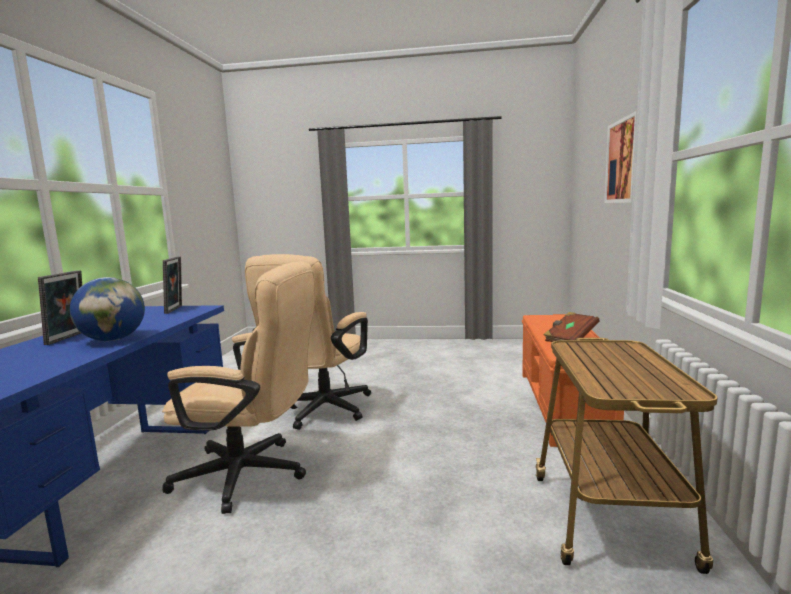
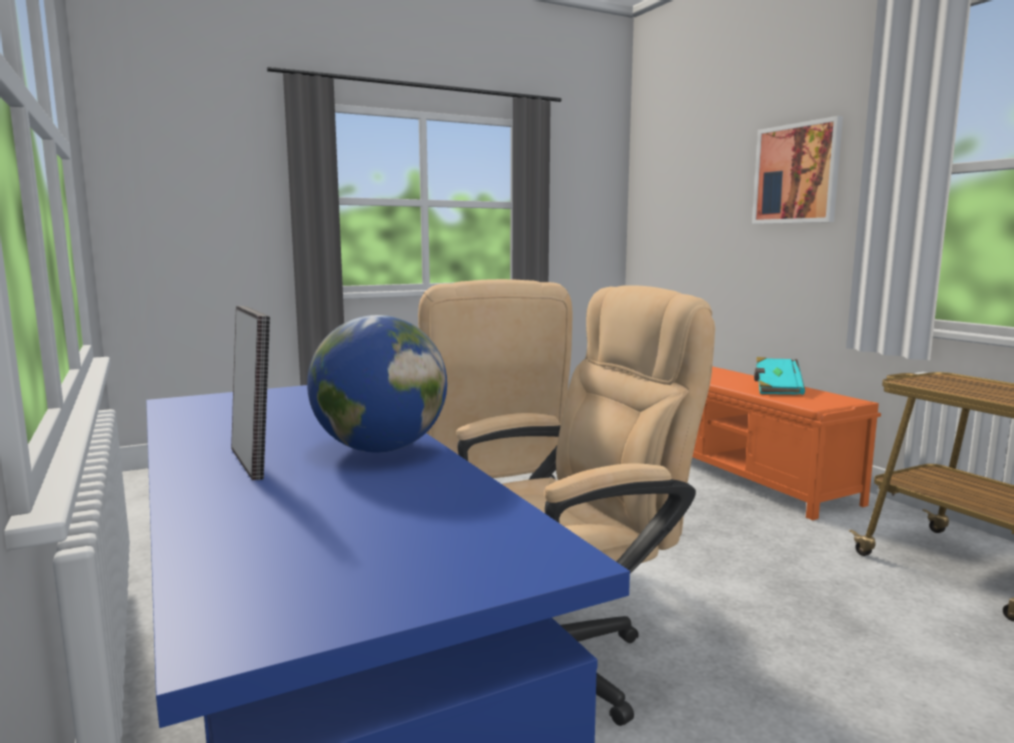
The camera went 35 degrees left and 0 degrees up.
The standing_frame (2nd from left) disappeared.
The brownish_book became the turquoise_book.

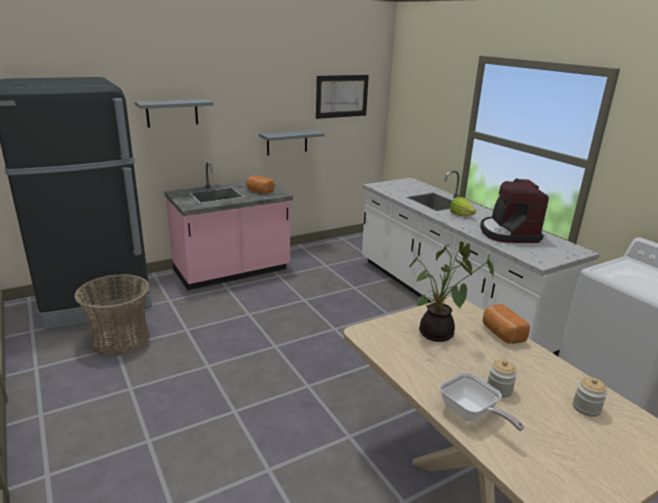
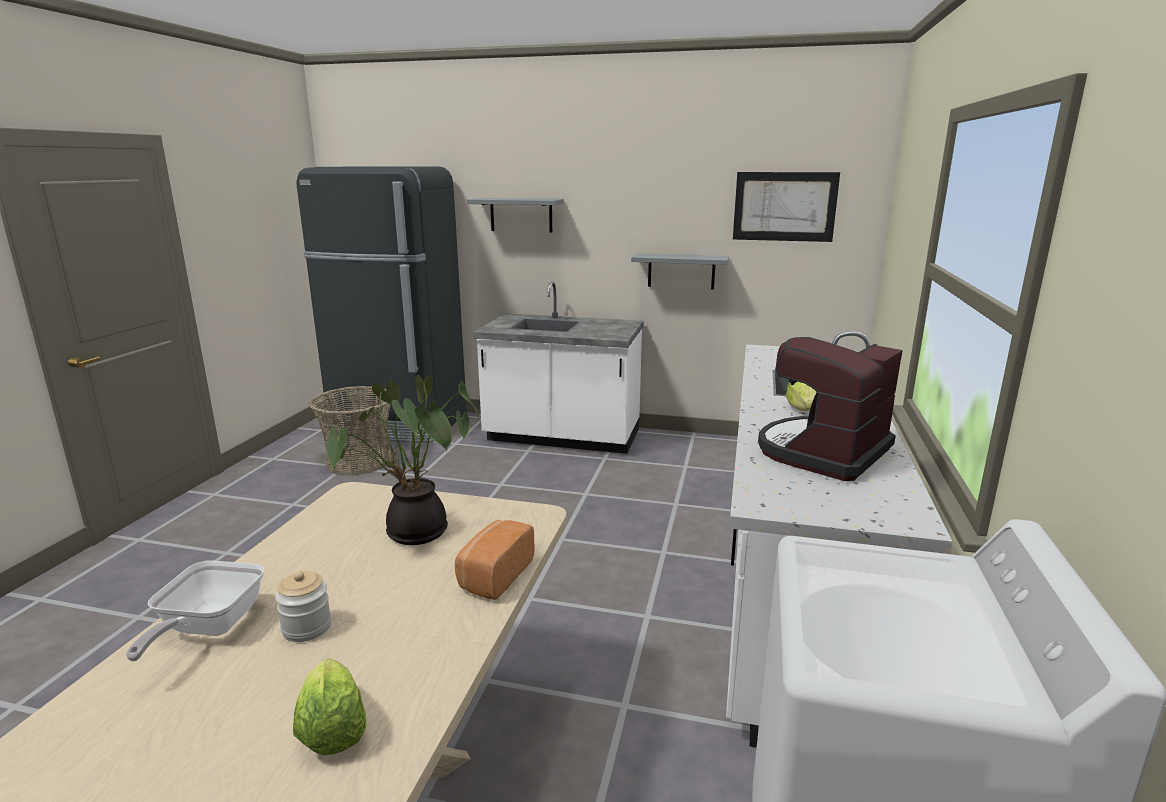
The camera went 45 degrees right and 5 degrees down.
The pinkish_counter became the white-coloured_counter (1st from left).
The baked_bread (1st from left) disappeared.
The jar (2nd from left) was replaced by the head_of_lettuce (1st from left).

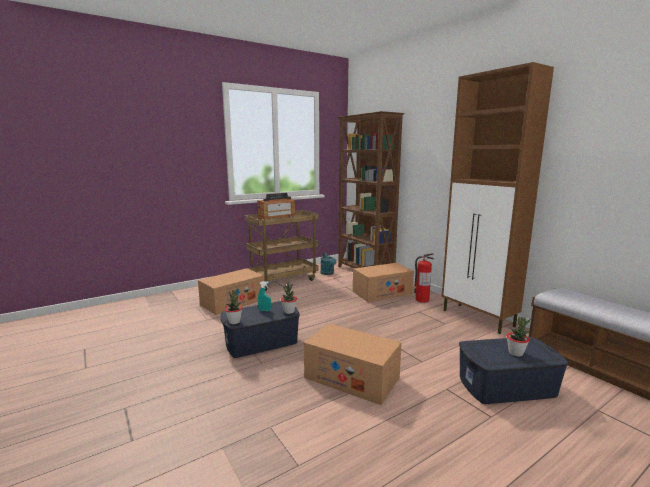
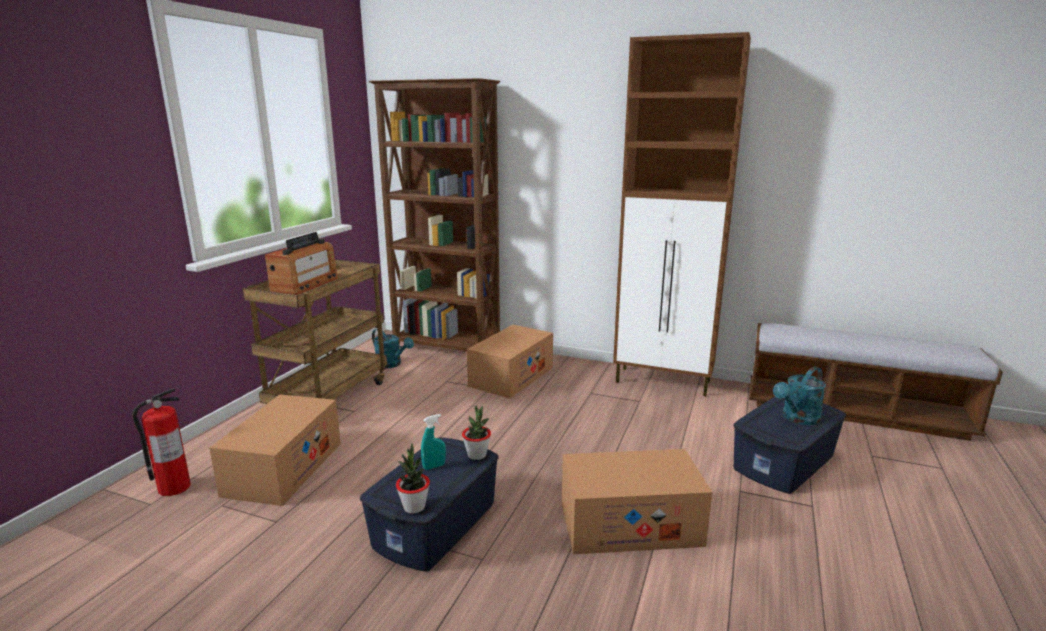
The camera went 35 degrees left and 5 degrees up.
The fire-fighting_cylinder moved.
The potted_plant (3rd from left) was replaced by the turquoise_sprinkling_can (2nd from left).

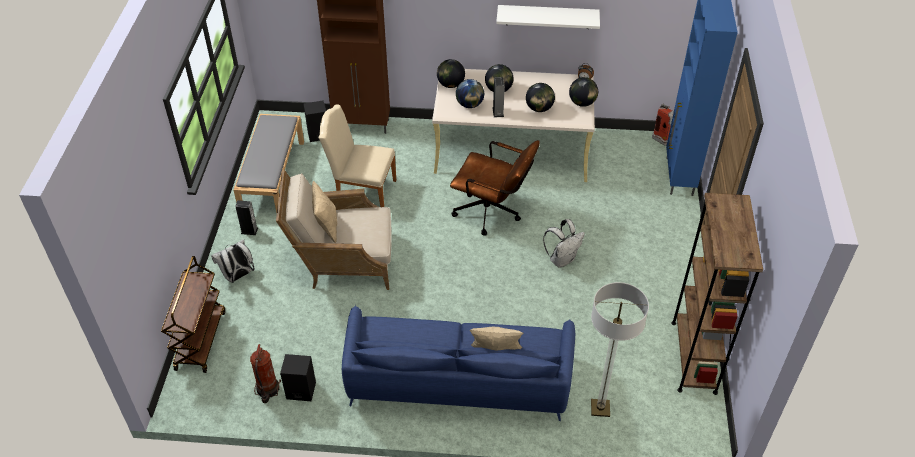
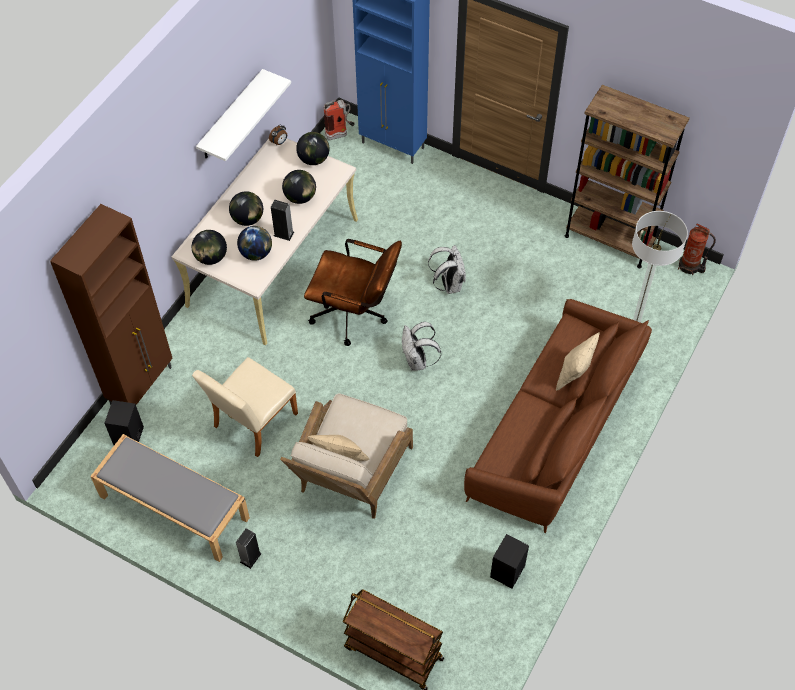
The camera went 65 degrees left and 10 degrees up.
The white-coloured_knapsack (1st from left) moved.
The fire-fighting_cylinder (1st from left in the first image) moved.
The blue_couch became the brownish_couch.
The brownish_desk_chair turned 60 degrees clockwise.

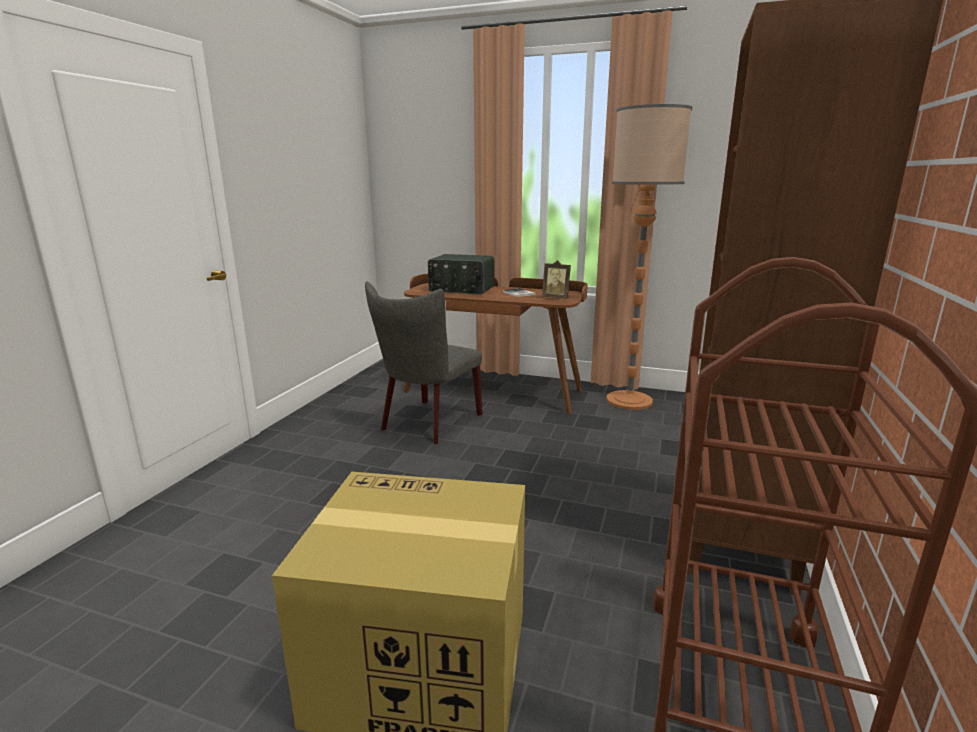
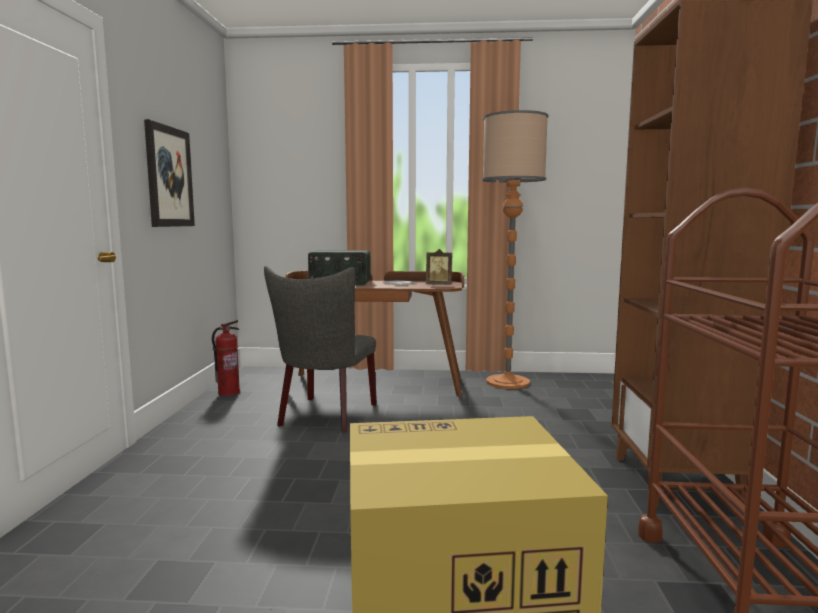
The camera went 15 degrees left and 10 degrees down.
The picture appeared.
The fire-fighting_cylinder appeared.

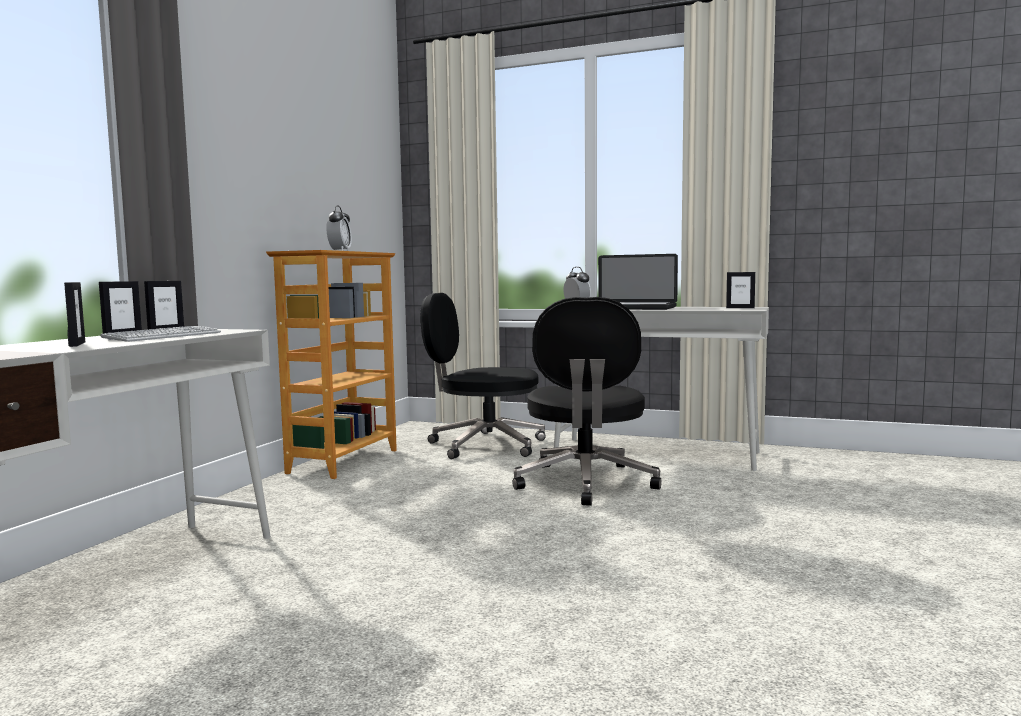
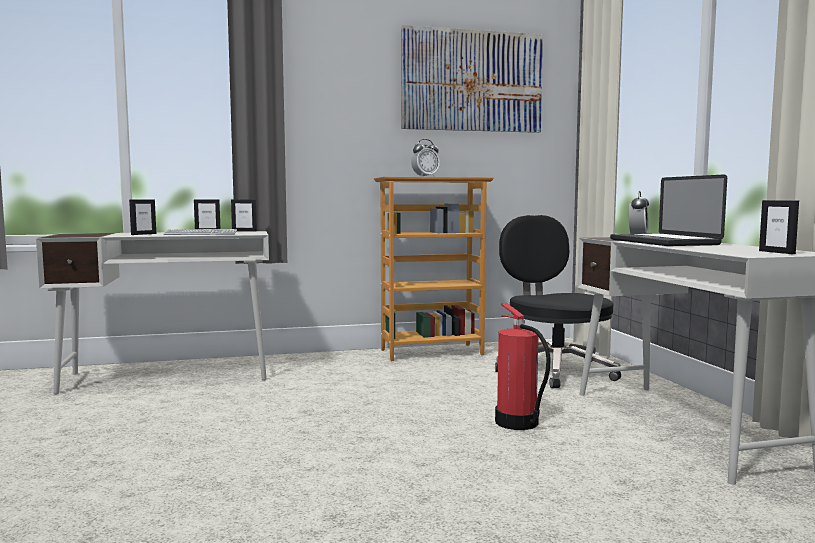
The camera went 55 degrees right and 0 degrees up.
The black_desk_chair (2nd from left) was replaced by the fire-fighting_cylinder.
The picture appeared.

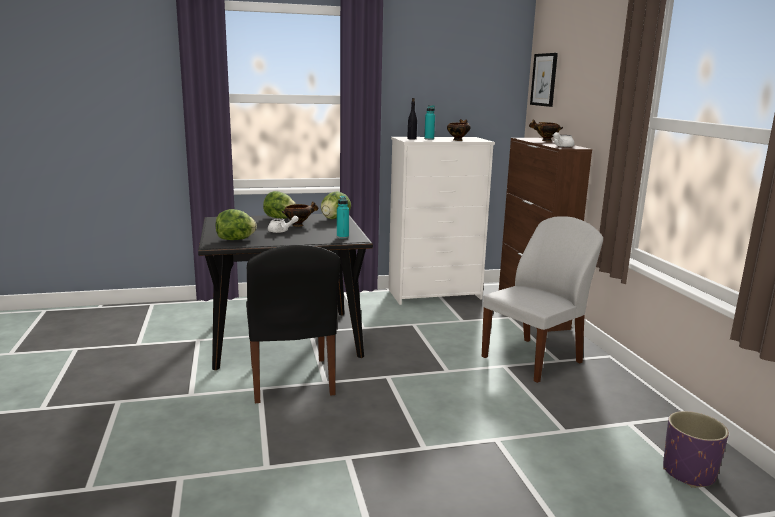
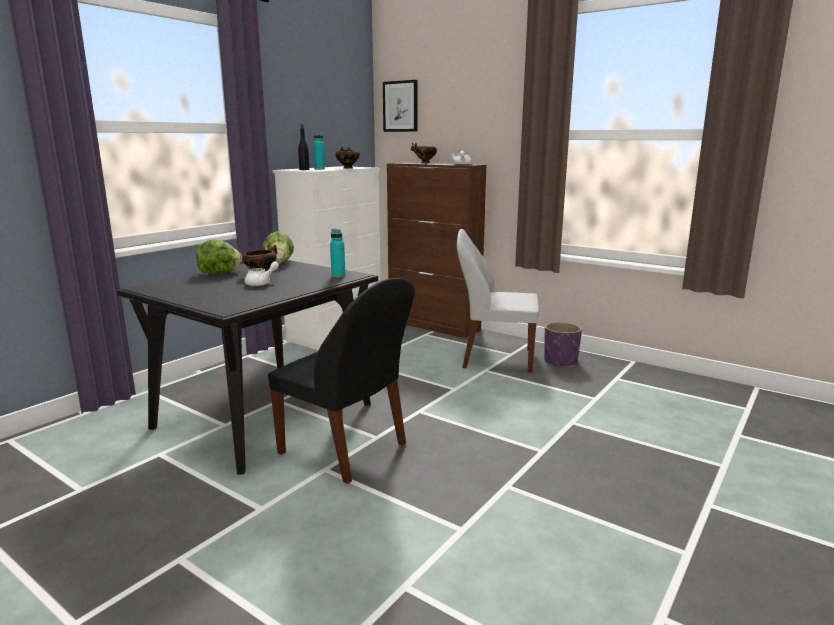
The camera went 40 degrees left and 0 degrees up.
The head_of_lettuce (1st from left) disappeared.
The white-coloured_upright_chair turned 90 degrees counterclockwise.
The purplish_plant_pot moved.

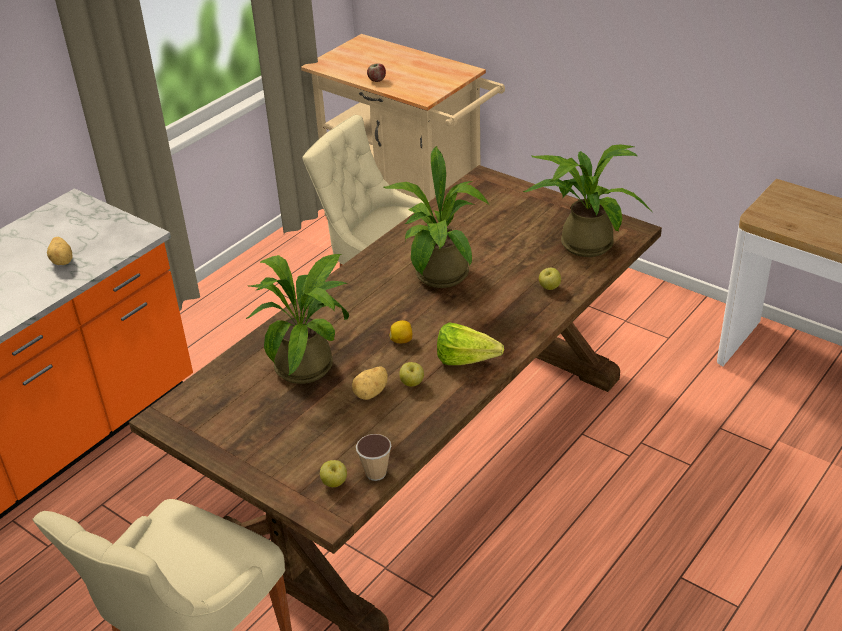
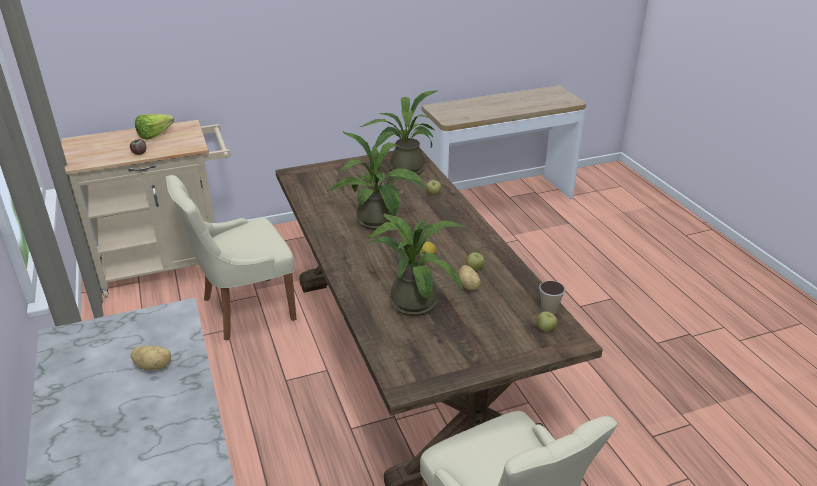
The camera went 60 degrees left and 5 degrees down.
The head_of_lettuce moved.

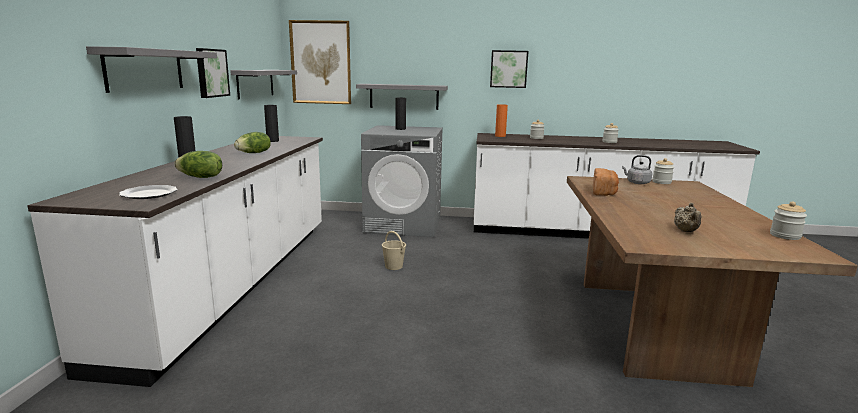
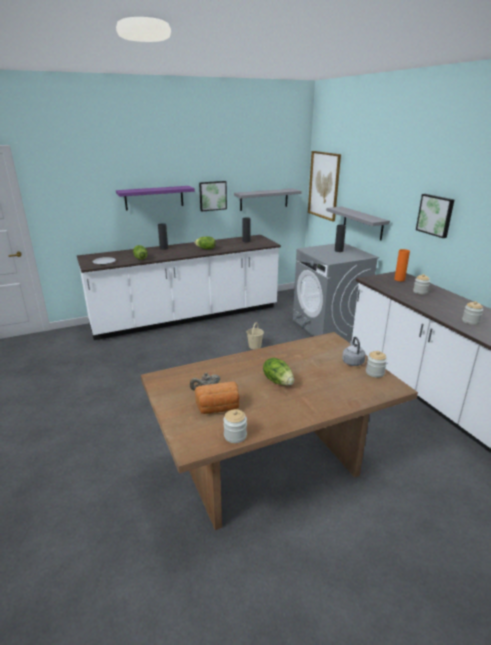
The camera went 60 degrees right and 10 degrees up.
The greyish_bracket_shelf (1st from left) became the purplish_bracket_shelf.
The baked_bread moved.
The head_of_lettuce (3rd from left) appeared.

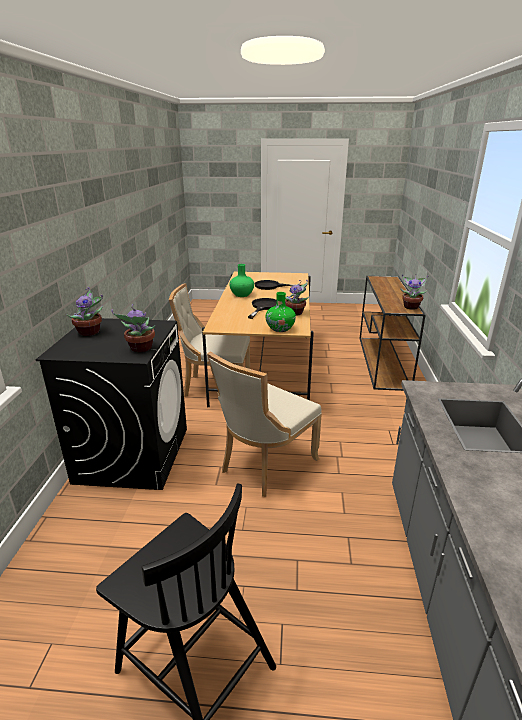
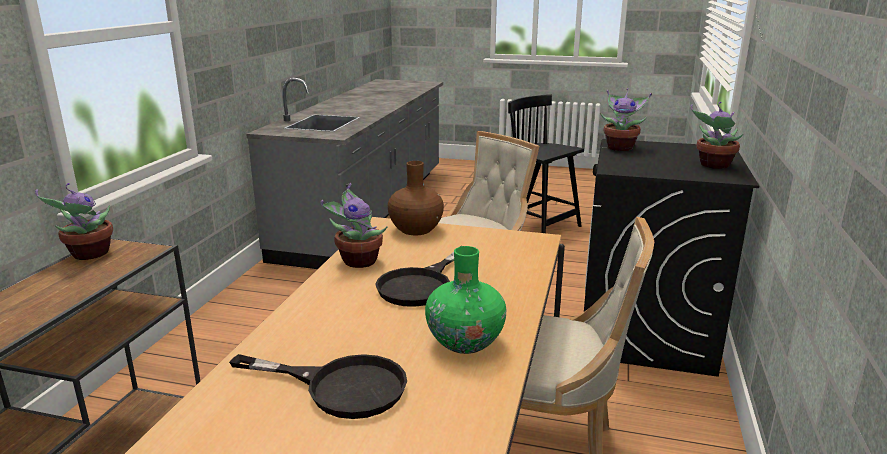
The camera went 170 degrees left and 5 degrees down.
The green-coloured_decorative_vase (2nd from left) became the brownish_decorative_vase.

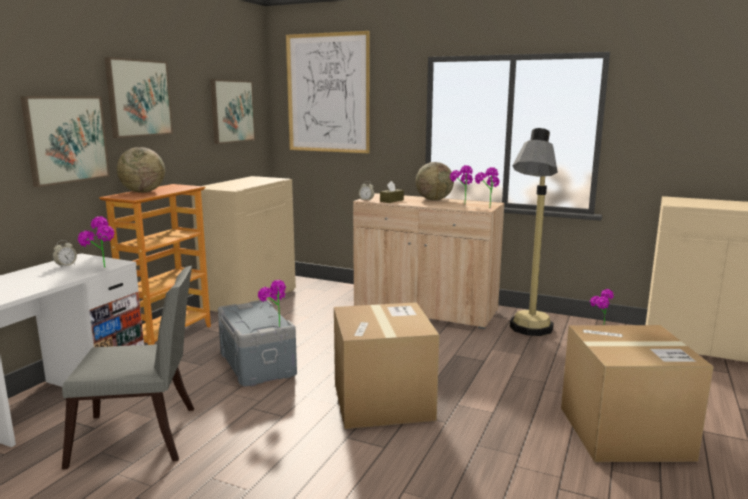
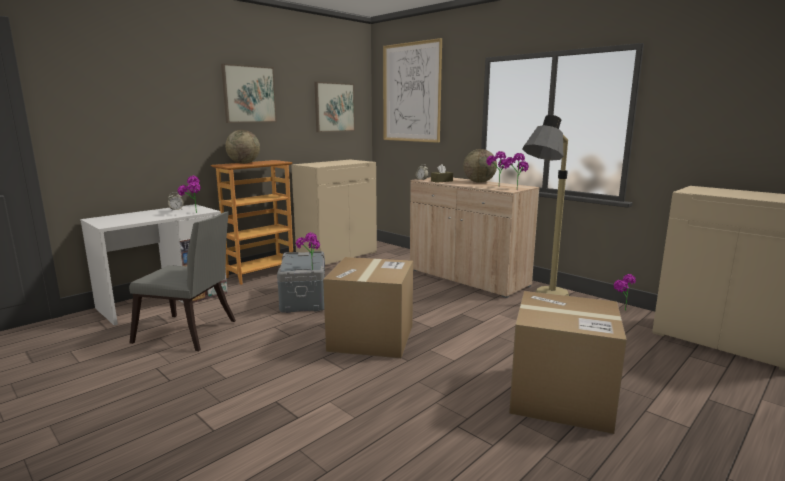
The camera went 20 degrees right and 0 degrees up.
The picture (1st from left) disappeared.

